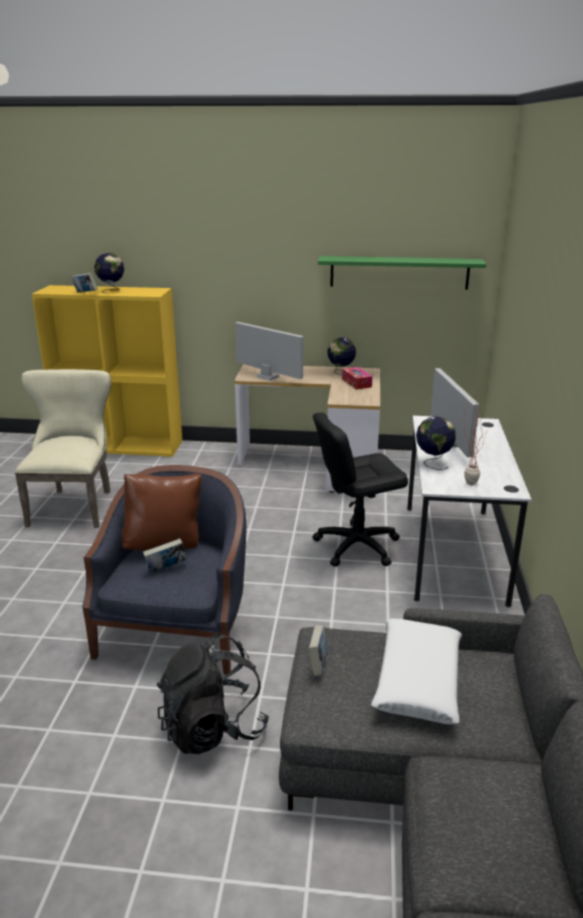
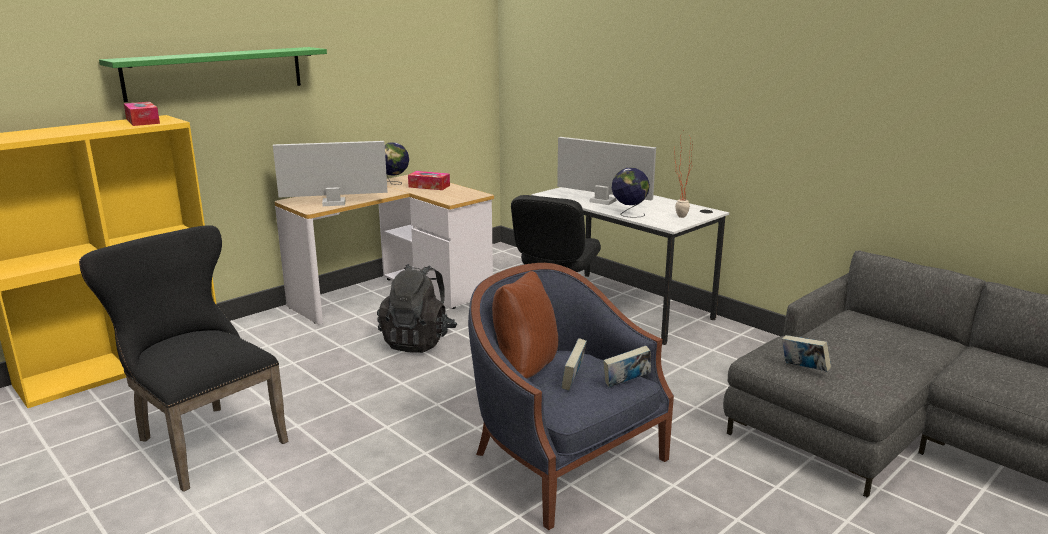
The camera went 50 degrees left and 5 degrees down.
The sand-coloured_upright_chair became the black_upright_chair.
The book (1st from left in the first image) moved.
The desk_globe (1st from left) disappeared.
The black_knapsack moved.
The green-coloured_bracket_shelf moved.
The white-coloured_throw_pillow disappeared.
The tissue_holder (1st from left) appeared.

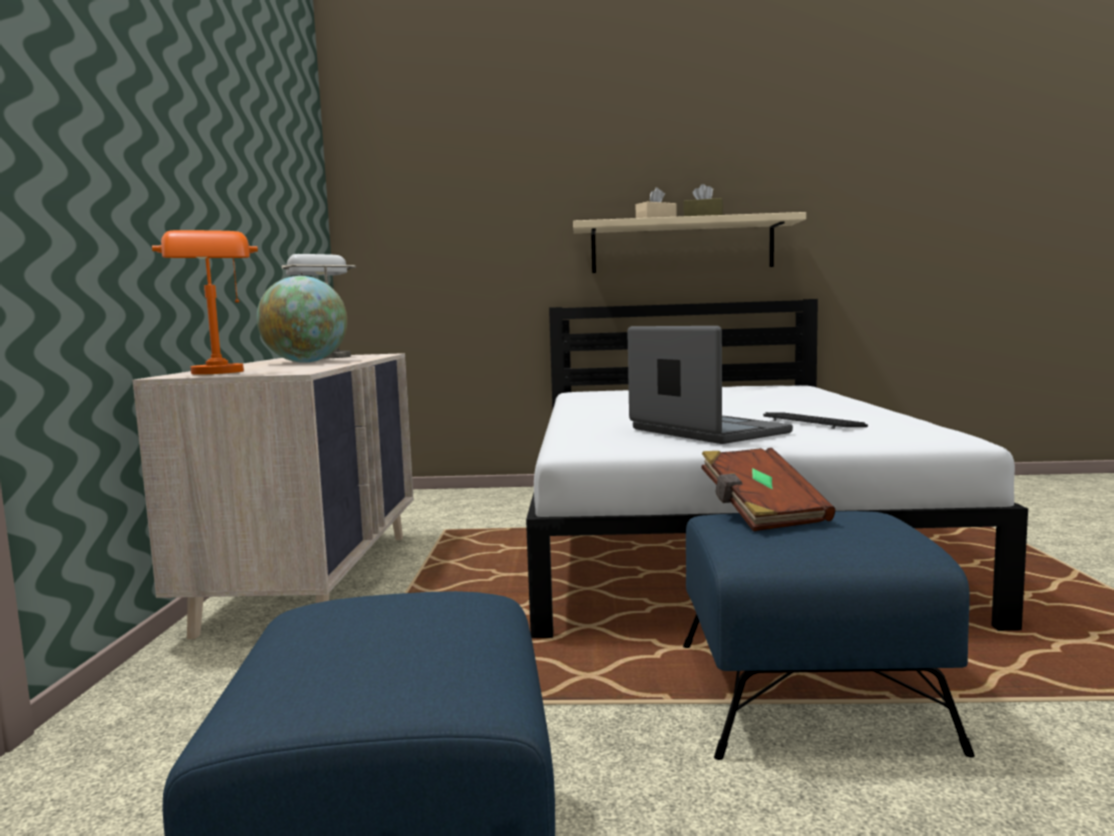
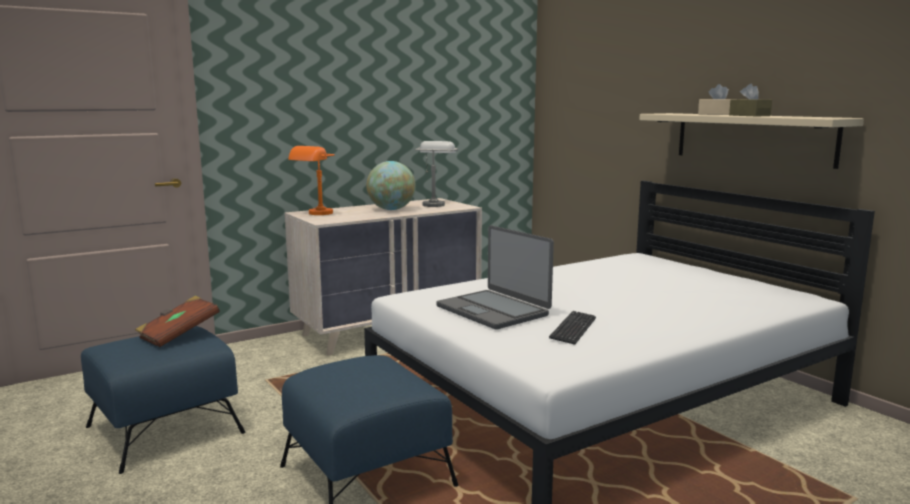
The camera went 55 degrees right and 5 degrees up.
The laptop turned 120 degrees clockwise.
The brownish_book moved.

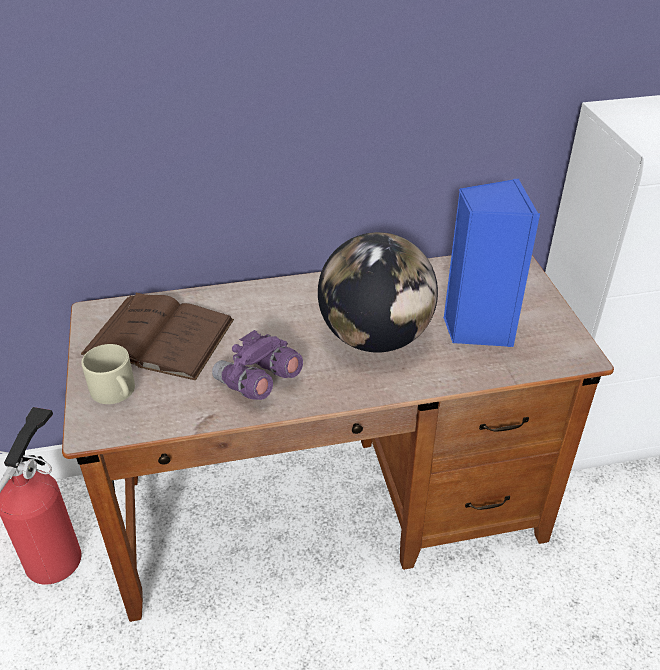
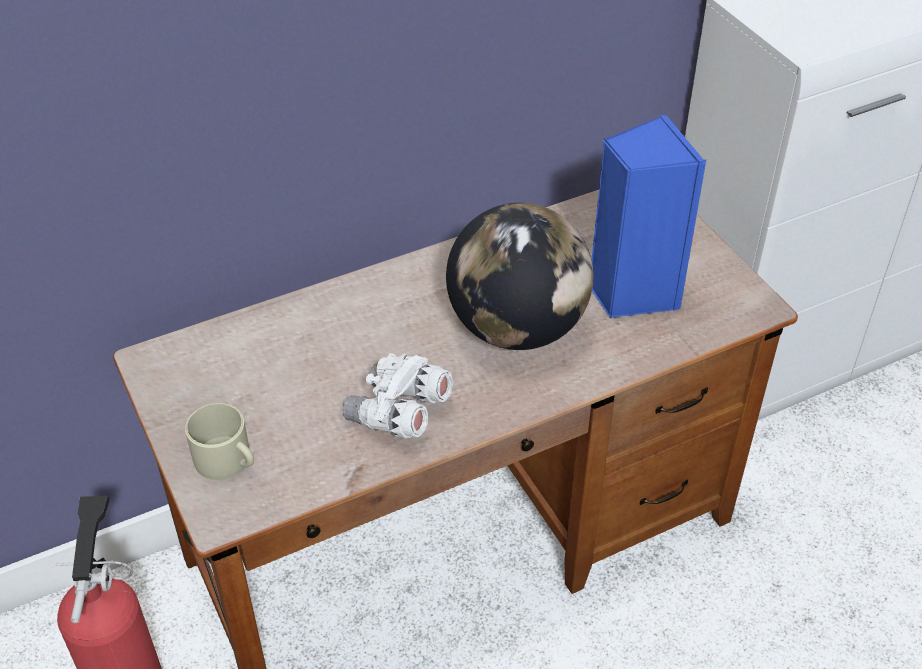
The camera went 15 degrees left and 5 degrees up.
The brownish_book disappeared.
The purplish_pair_of_binoculars became the white-coloured_pair_of_binoculars.

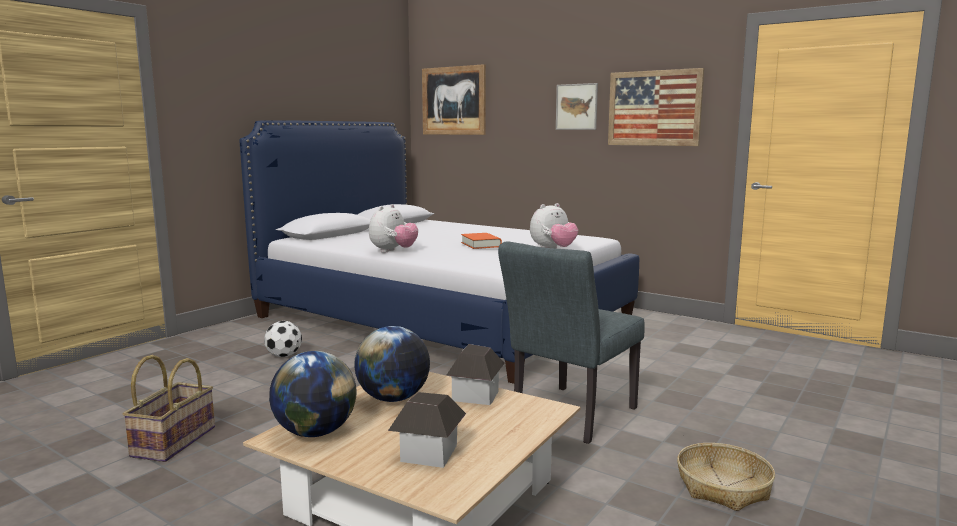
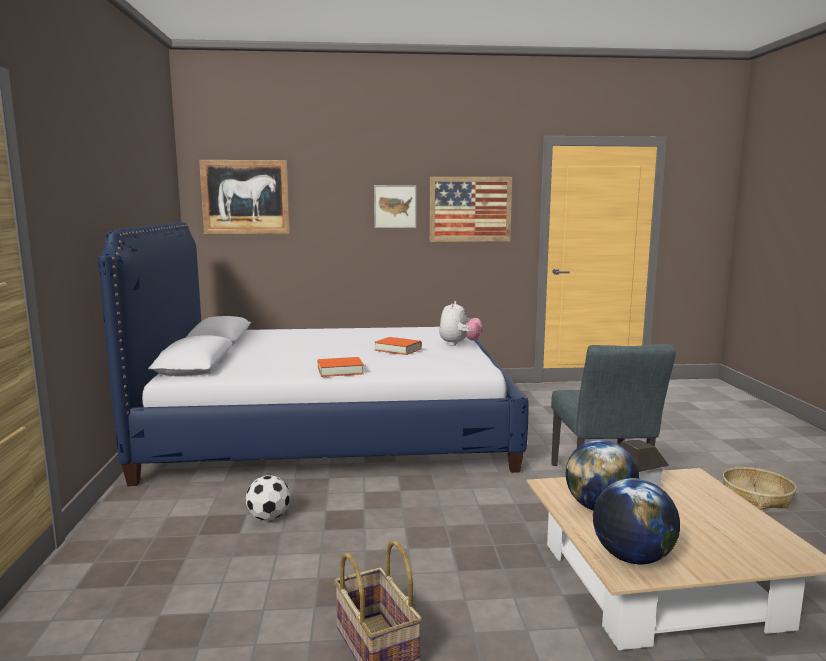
The camera went 40 degrees left and 0 degrees up.
The soft_toy (1st from left) was replaced by the orange_book (1st from left).
The toy_house (1st from left) disappeared.

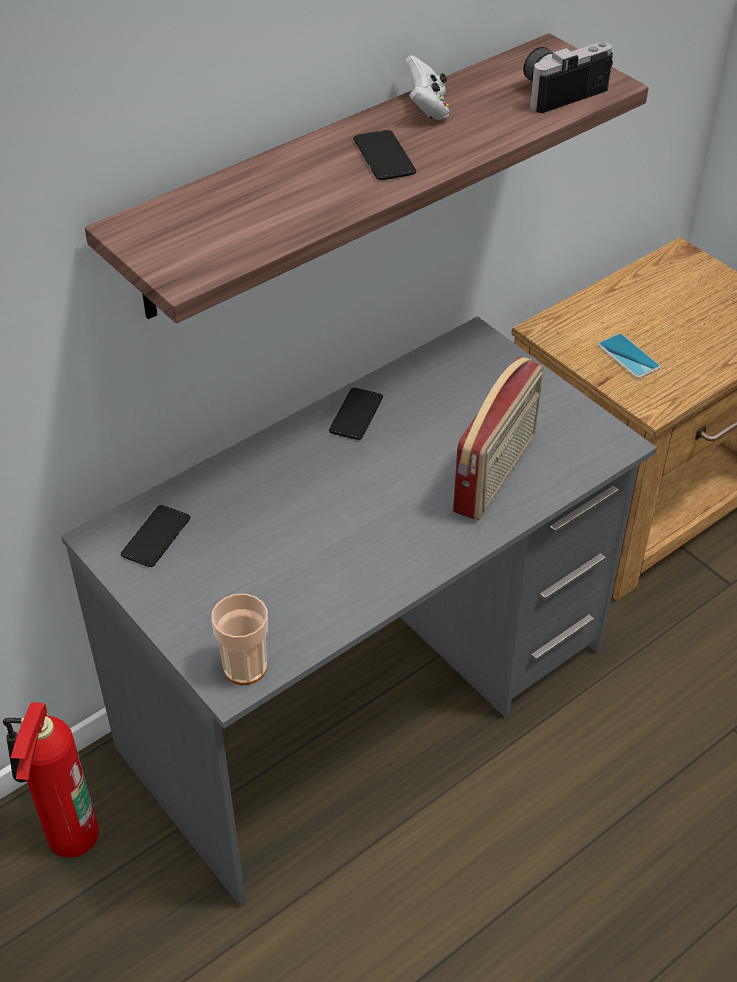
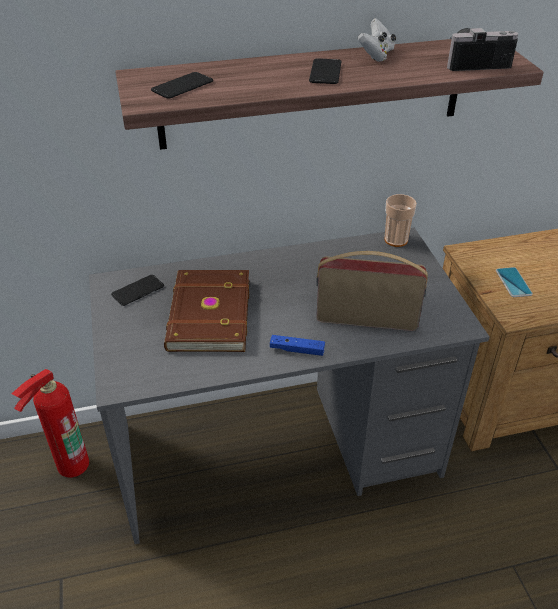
The camera went 25 degrees right and 5 degrees down.
The small_cup moved.
The telephone (2nd from left) moved.
The radio_set turned 135 degrees counterclockwise.
The brownish_book appeared.
The blue_gamepad appeared.

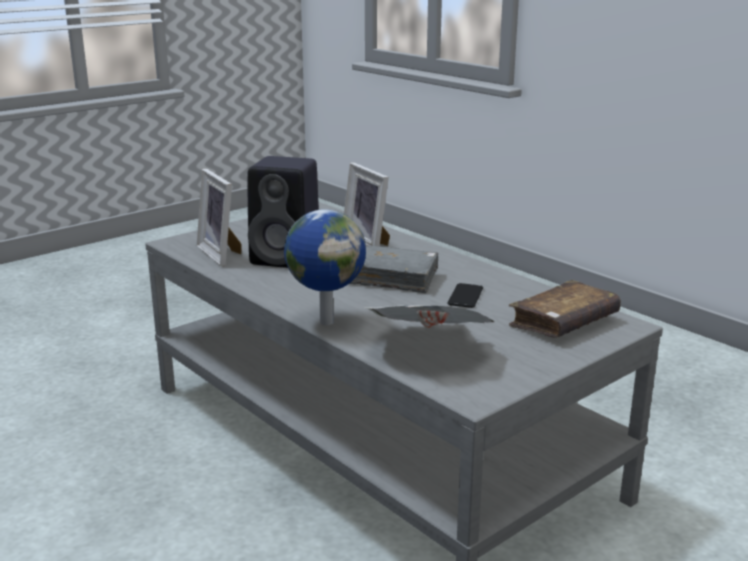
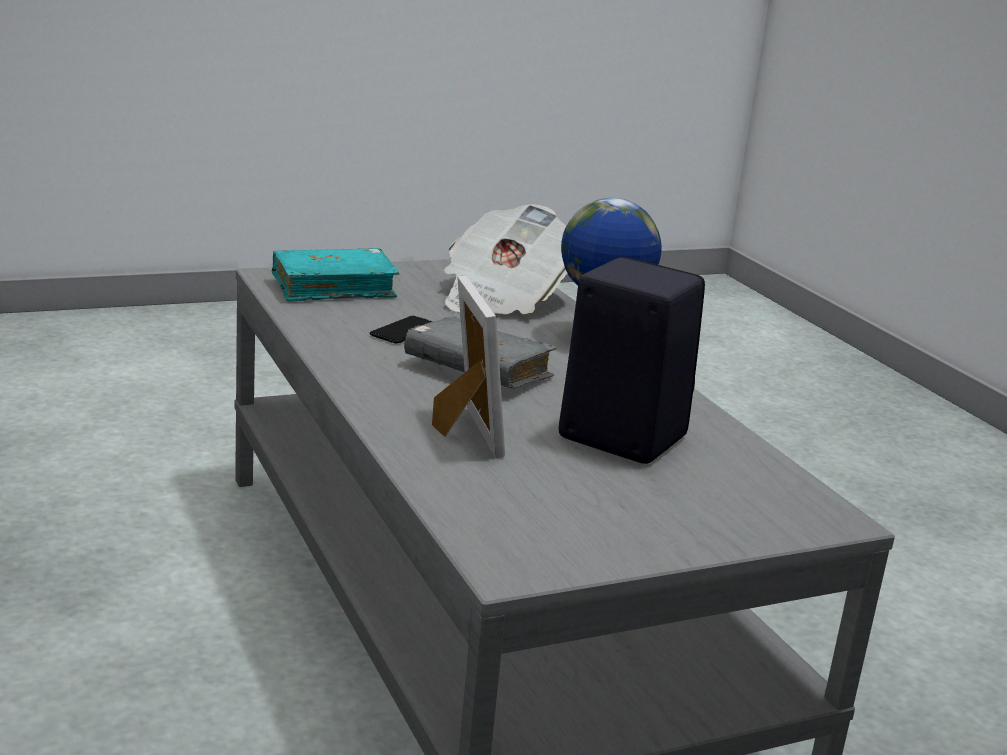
The camera went 165 degrees left and 0 degrees up.
The standing_frame (1st from left) disappeared.
The brownish_book became the turquoise_book.

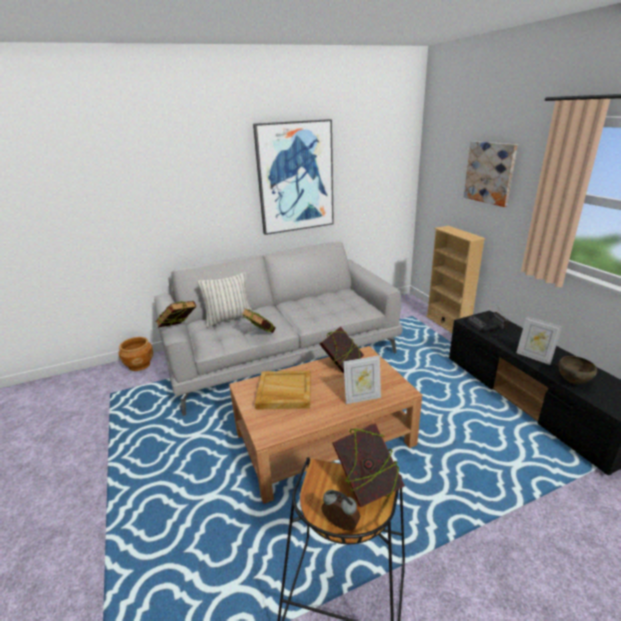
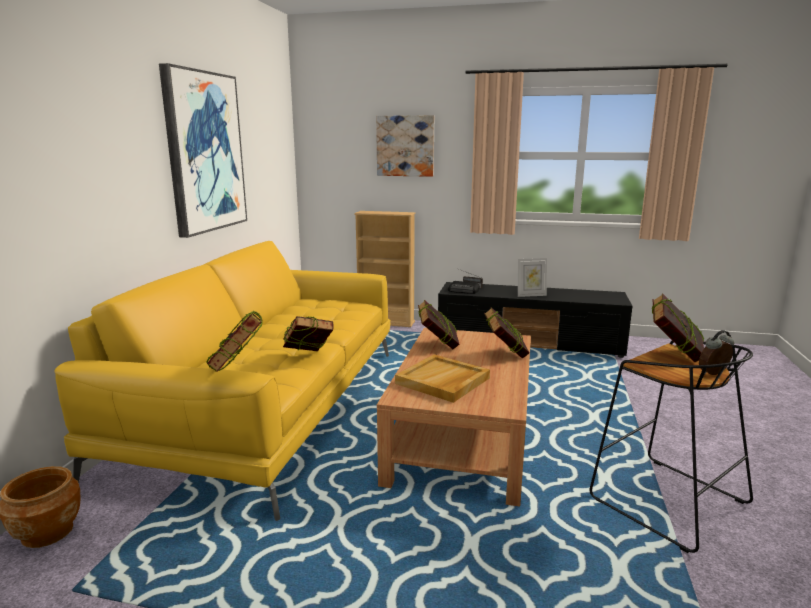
The camera went 55 degrees left and 10 degrees down.
The greyish_couch became the yellow_couch.
The throw_pillow disappeared.
The standing_frame (1st from left) was replaced by the book (4th from left).
The brownish_deep_dish disappeared.

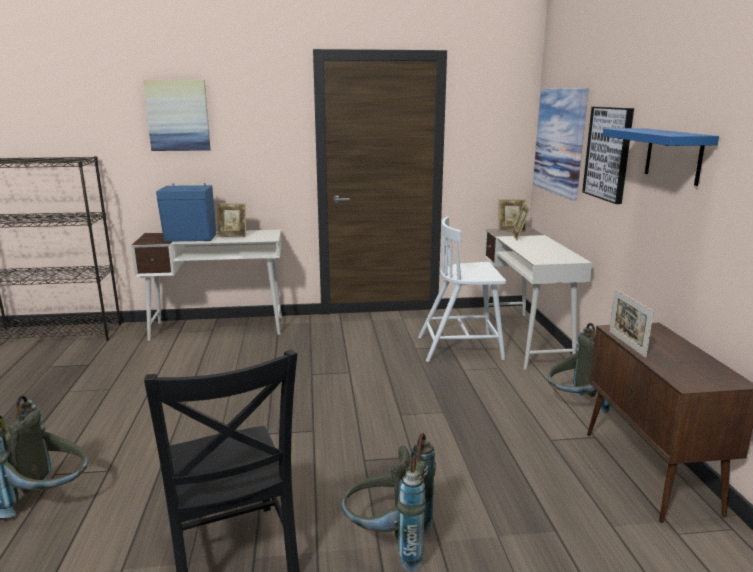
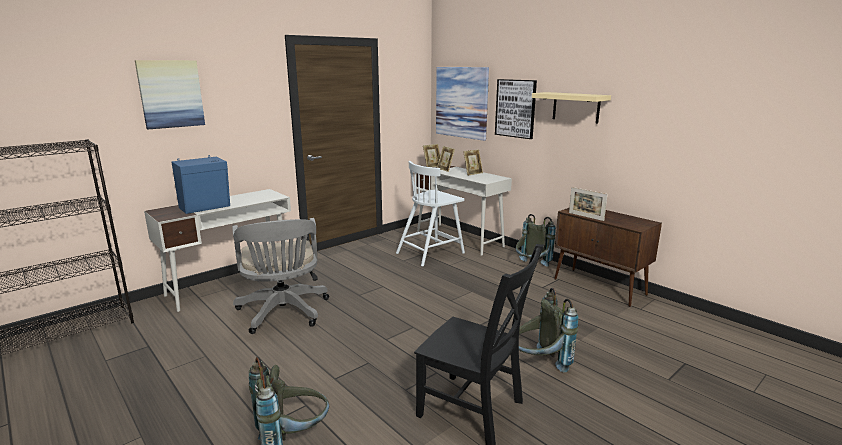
The camera went 35 degrees left and 0 degrees up.
The standing_frame (1st from left in the first image) moved.
The blue_bracket_shelf became the sand-coloured_bracket_shelf.
The greyish_desk_chair appeared.

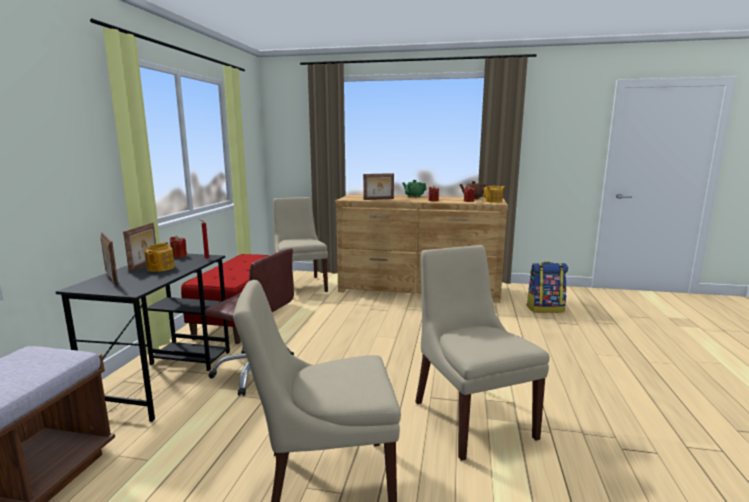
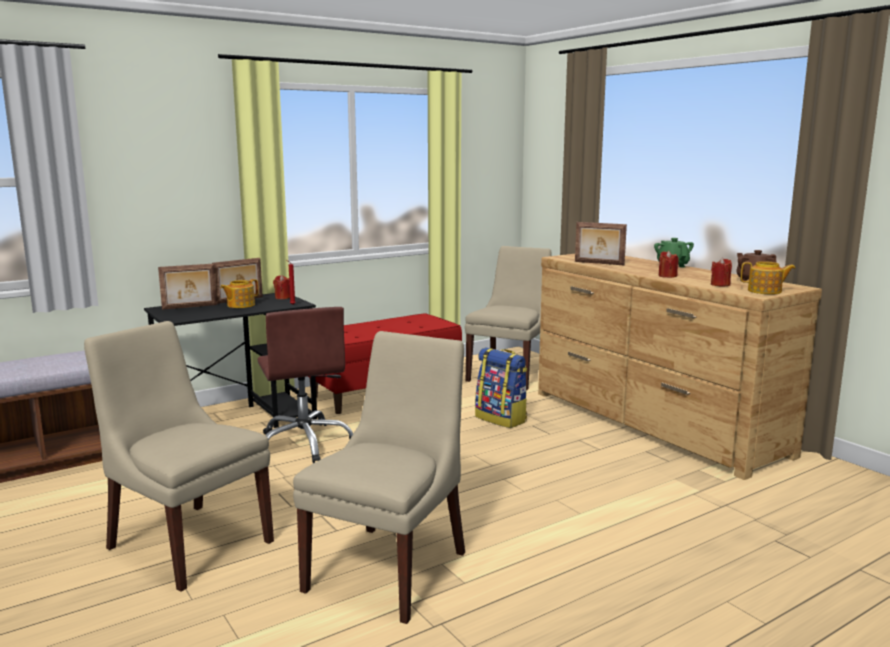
The camera went 45 degrees right and 0 degrees up.
The standing_frame (1st from left) turned 120 degrees counterclockwise.
The knapsack moved.

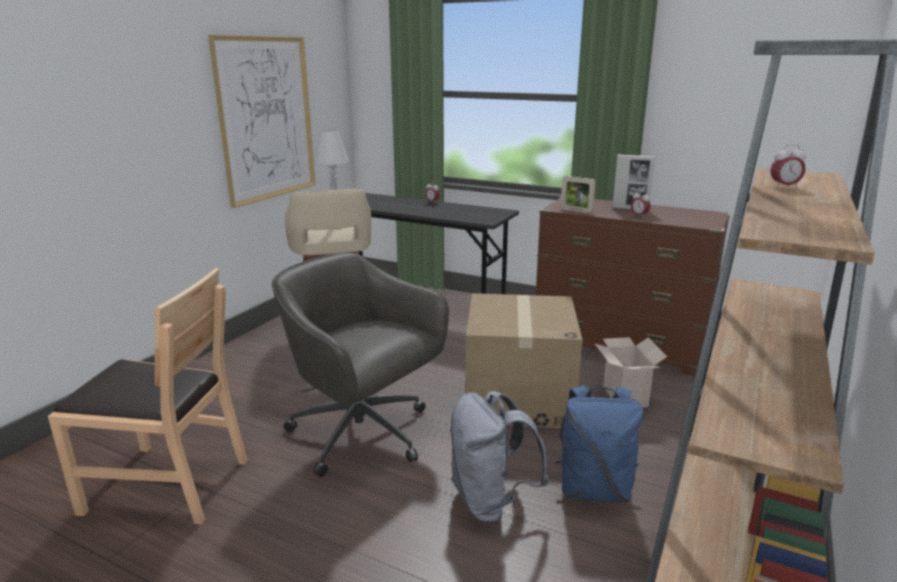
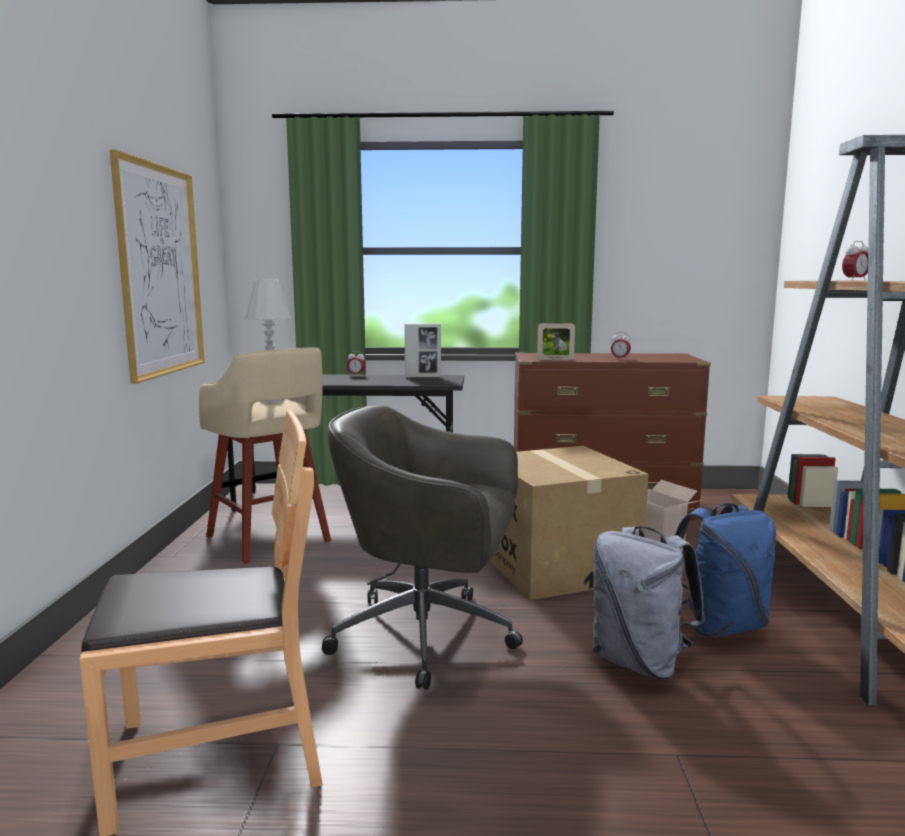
The camera went 25 degrees left and 10 degrees down.
The standing_frame (2nd from left in the first image) moved.

